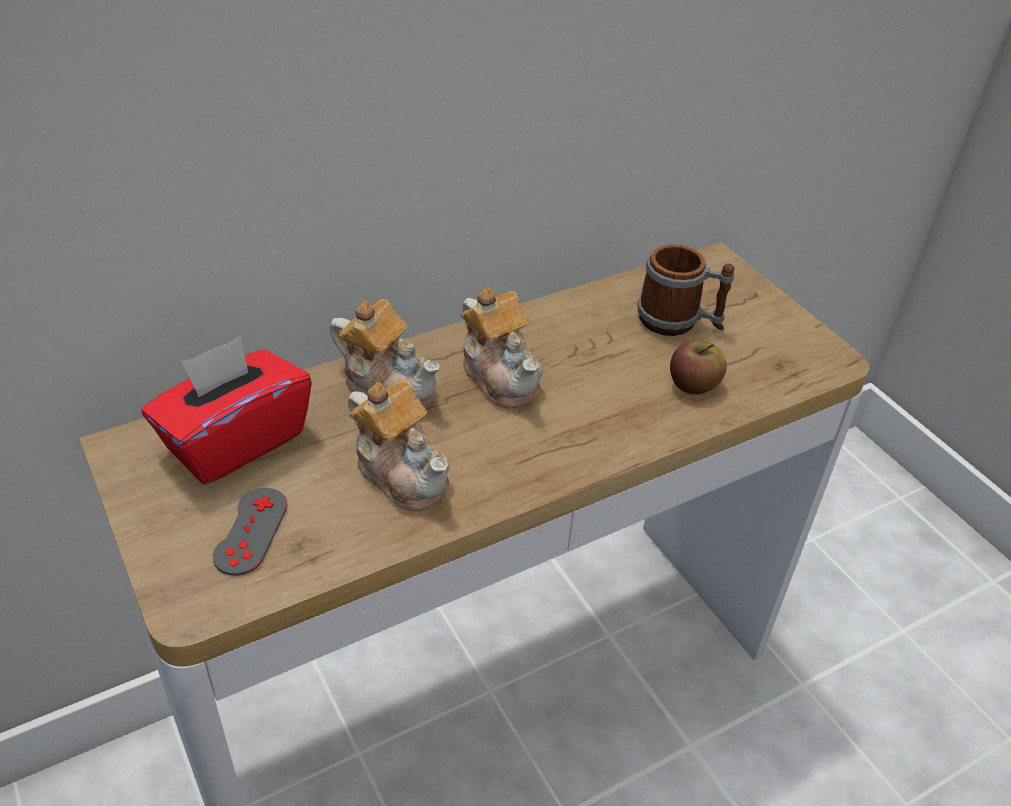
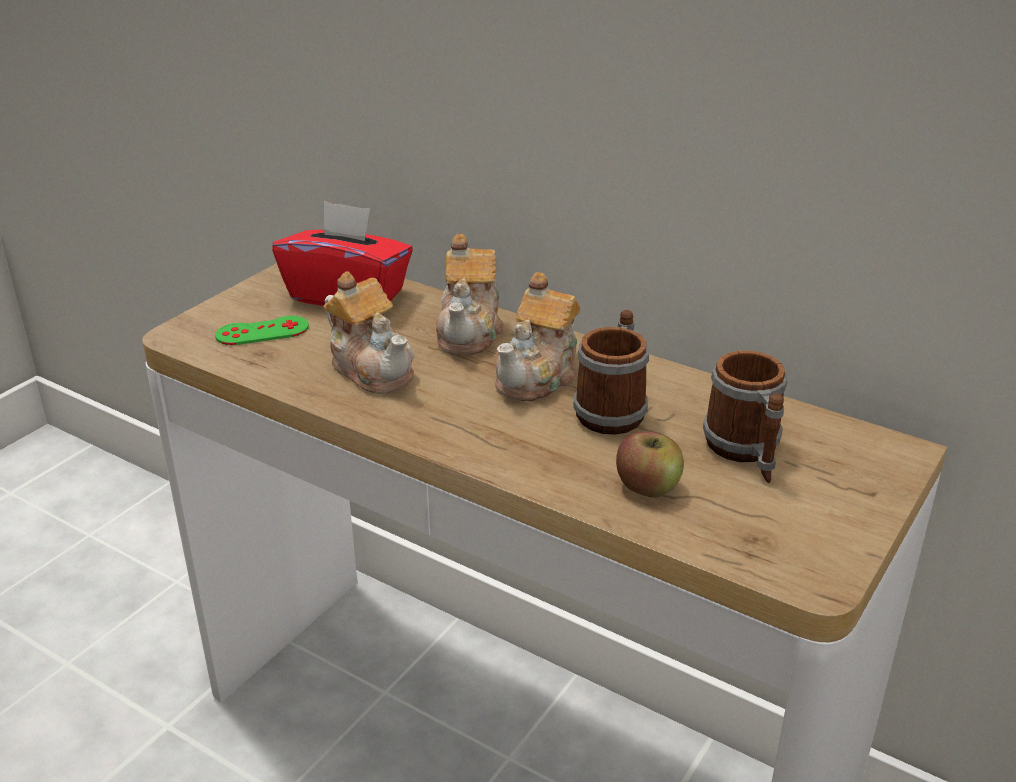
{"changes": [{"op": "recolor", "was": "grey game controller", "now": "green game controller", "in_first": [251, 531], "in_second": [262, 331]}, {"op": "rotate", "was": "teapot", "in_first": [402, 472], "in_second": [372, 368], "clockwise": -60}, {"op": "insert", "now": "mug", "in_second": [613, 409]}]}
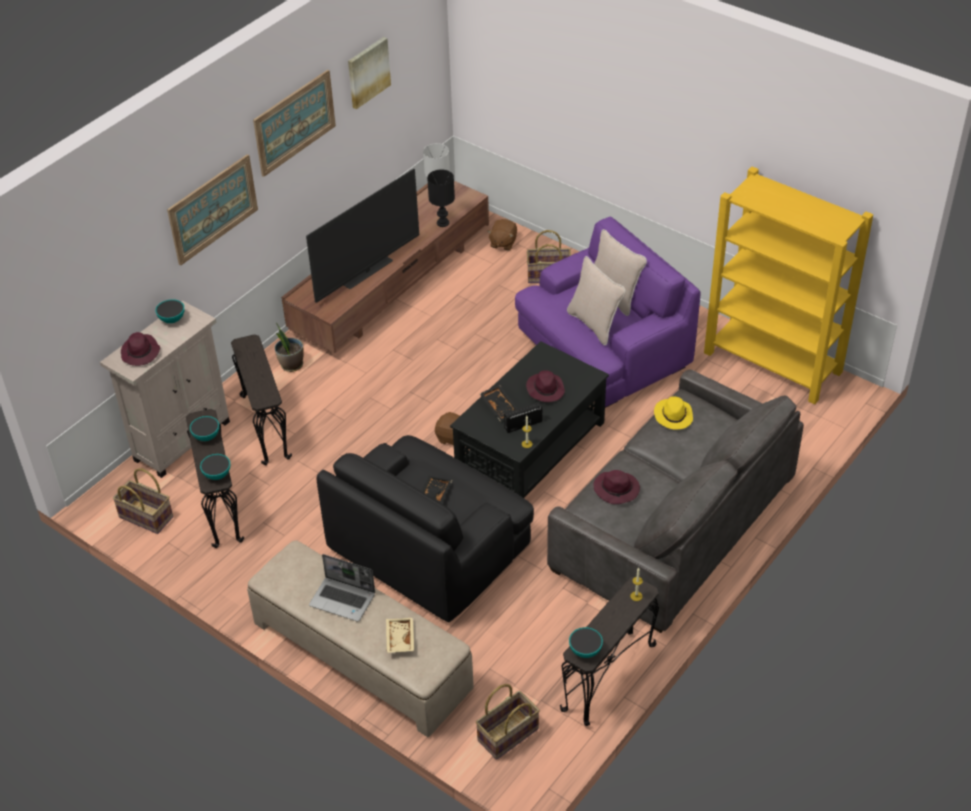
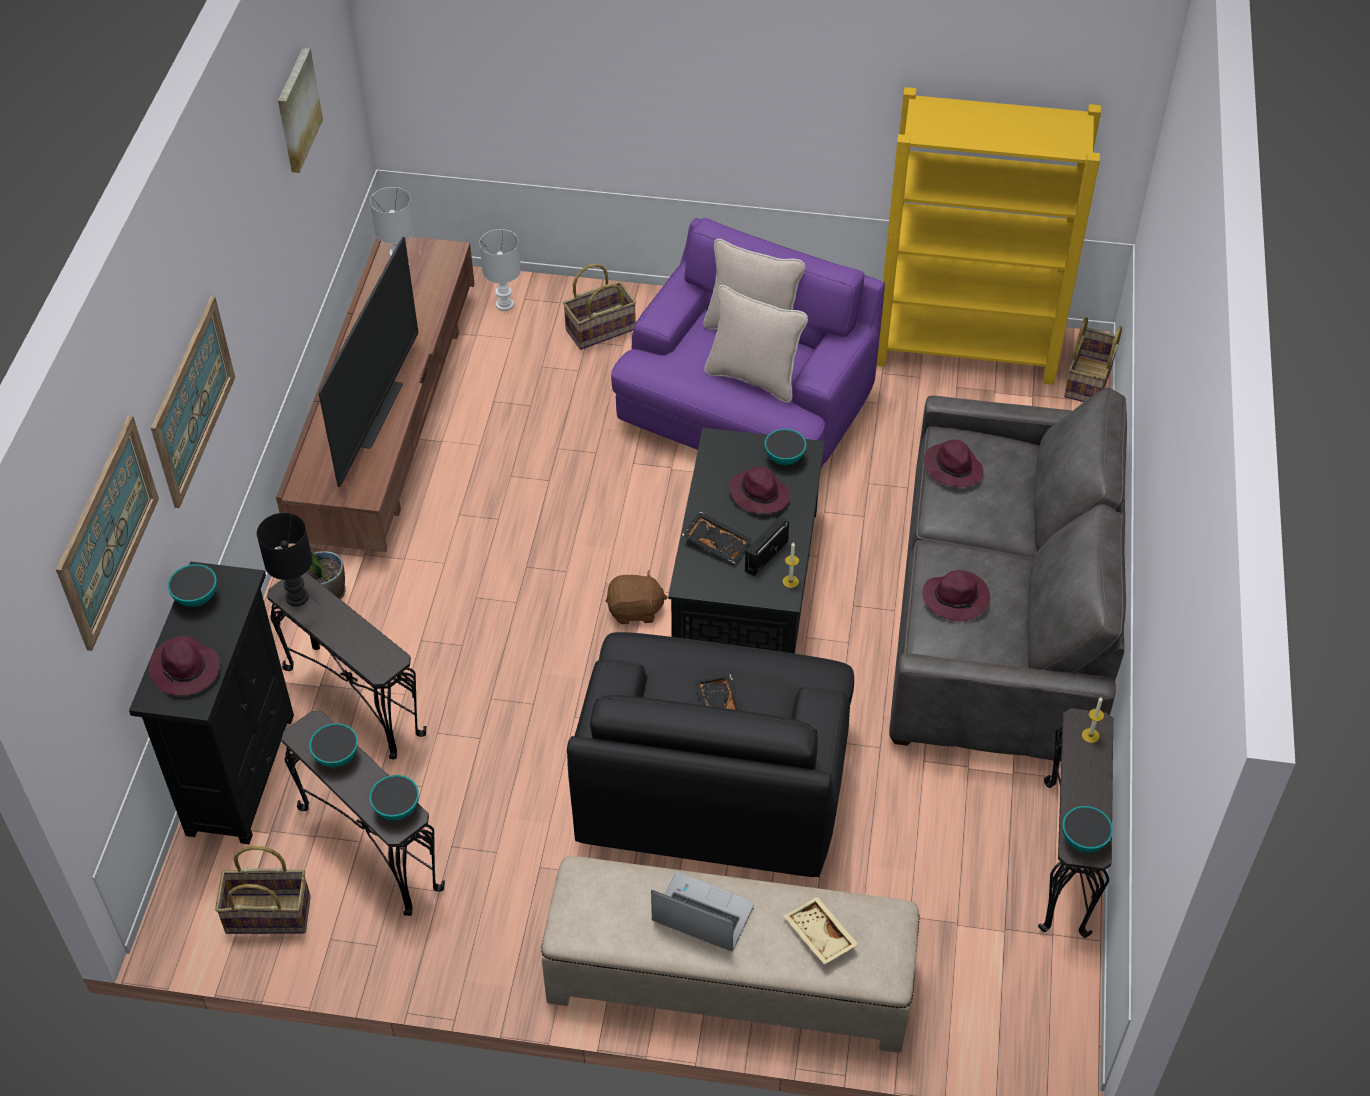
{"changes": [{"op": "move", "was": "picture", "in_first": [294, 122], "in_second": [107, 531]}, {"op": "recolor", "was": "beige cabinet", "now": "black cabinet", "in_first": [182, 439], "in_second": [240, 772]}, {"op": "move", "was": "black table lamp", "in_first": [442, 223], "in_second": [296, 597]}, {"op": "replace", "was": "brown plush toy", "now": "white table lamp", "in_first": [503, 243], "in_second": [505, 304]}, {"op": "rotate", "was": "laptop", "in_first": [343, 600], "in_second": [701, 914], "clockwise": -150}, {"op": "insert", "now": "bowl", "in_second": [784, 458]}, {"op": "recolor", "was": "yellow hat", "now": "purple hat", "in_first": [673, 416], "in_second": [952, 467]}, {"op": "move", "was": "basket", "in_first": [508, 735], "in_second": [1089, 381]}]}
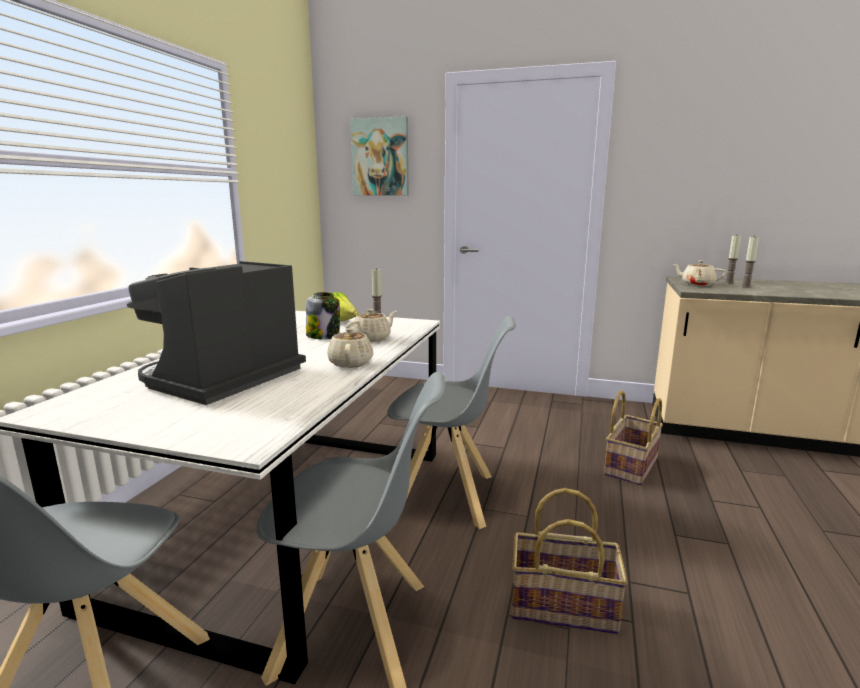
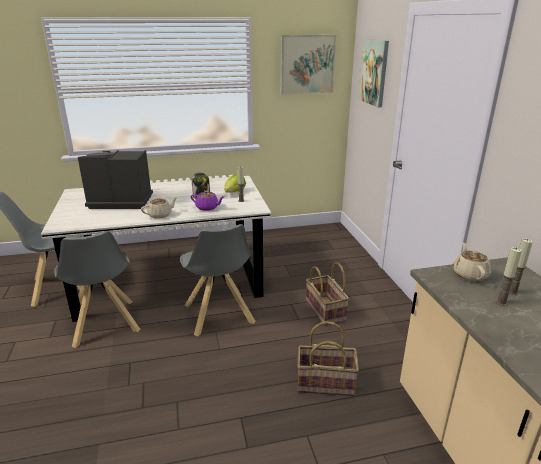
{"changes": [{"op": "recolor", "was": "beige teapot", "now": "purple teapot", "in_first": [372, 339], "in_second": [207, 208]}, {"op": "insert", "now": "picture", "in_second": [307, 64]}, {"op": "move", "was": "basket", "in_first": [563, 605], "in_second": [326, 311]}]}
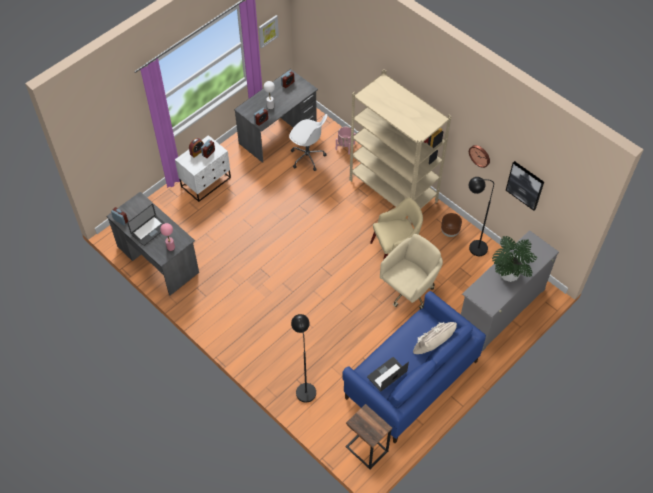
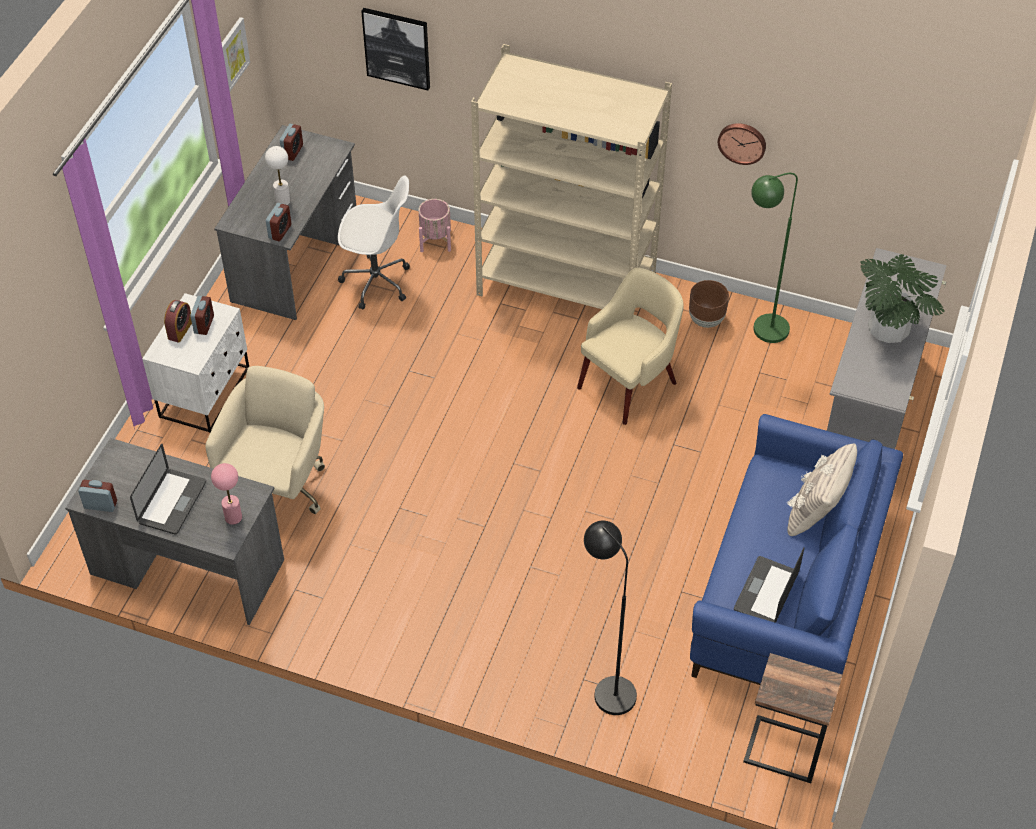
{"changes": [{"op": "move", "was": "beige office chair", "in_first": [408, 293], "in_second": [279, 493]}, {"op": "move", "was": "picture", "in_first": [525, 185], "in_second": [397, 47]}, {"op": "recolor", "was": "black floor lamp", "now": "green floor lamp", "in_first": [472, 248], "in_second": [761, 333]}]}
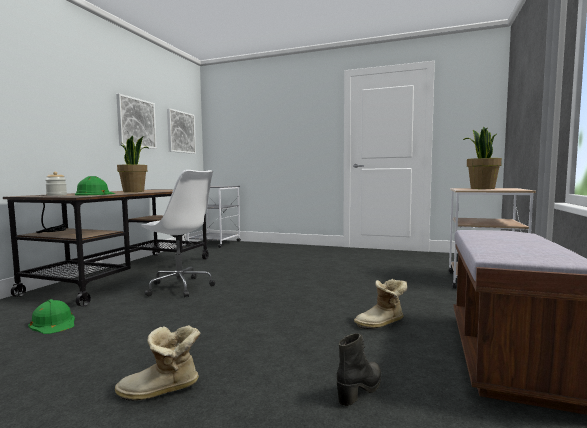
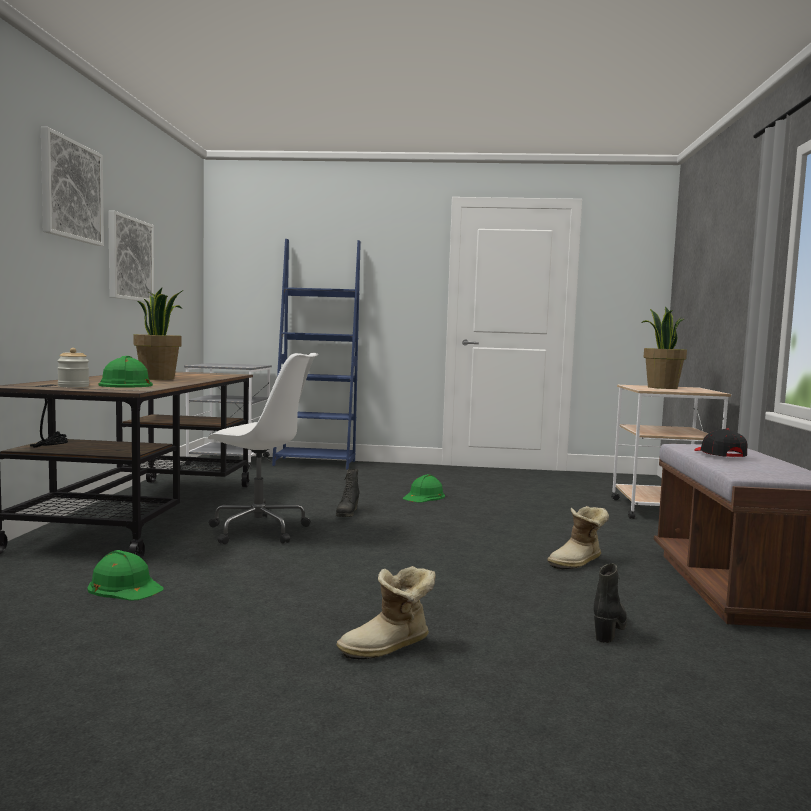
{"changes": [{"op": "move", "was": "picture", "in_first": [181, 132], "in_second": [71, 190]}, {"op": "insert", "now": "blue bookcase", "in_second": [314, 463]}, {"op": "insert", "now": "black boot", "in_second": [347, 513]}, {"op": "insert", "now": "green hard hat", "in_second": [424, 496]}, {"op": "insert", "now": "black cap", "in_second": [719, 454]}]}
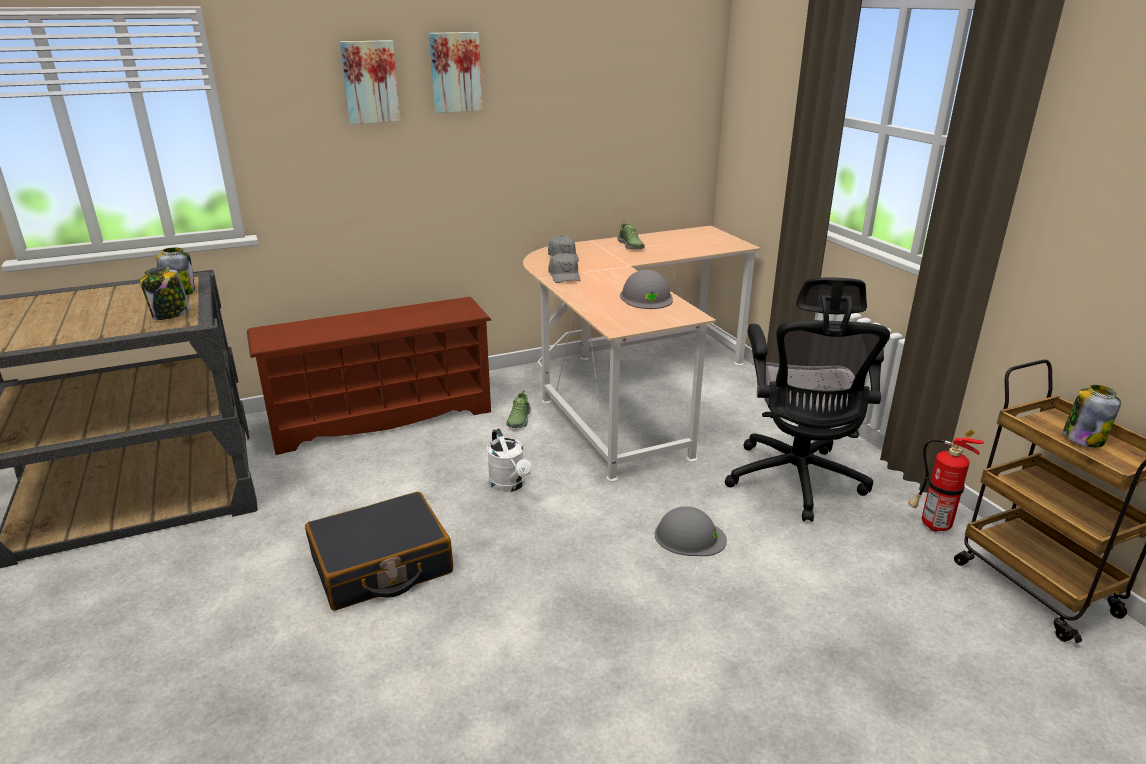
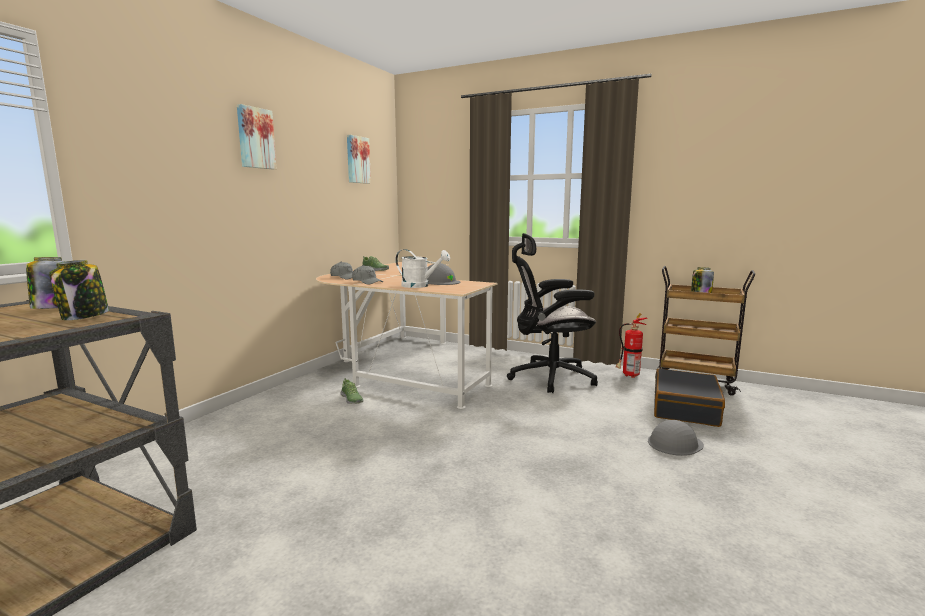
{"changes": [{"op": "move", "was": "picture", "in_first": [370, 82], "in_second": [357, 160]}, {"op": "move", "was": "white watering can", "in_first": [510, 485], "in_second": [420, 286]}, {"op": "rotate", "was": "office chair", "in_first": [796, 480], "in_second": [551, 378], "clockwise": 120}, {"op": "move", "was": "grey hard hat", "in_first": [689, 537], "in_second": [675, 443]}, {"op": "move", "was": "black suitcase", "in_first": [381, 566], "in_second": [686, 408]}, {"op": "delete", "was": "brown shoe rack", "in_first": [383, 417]}]}
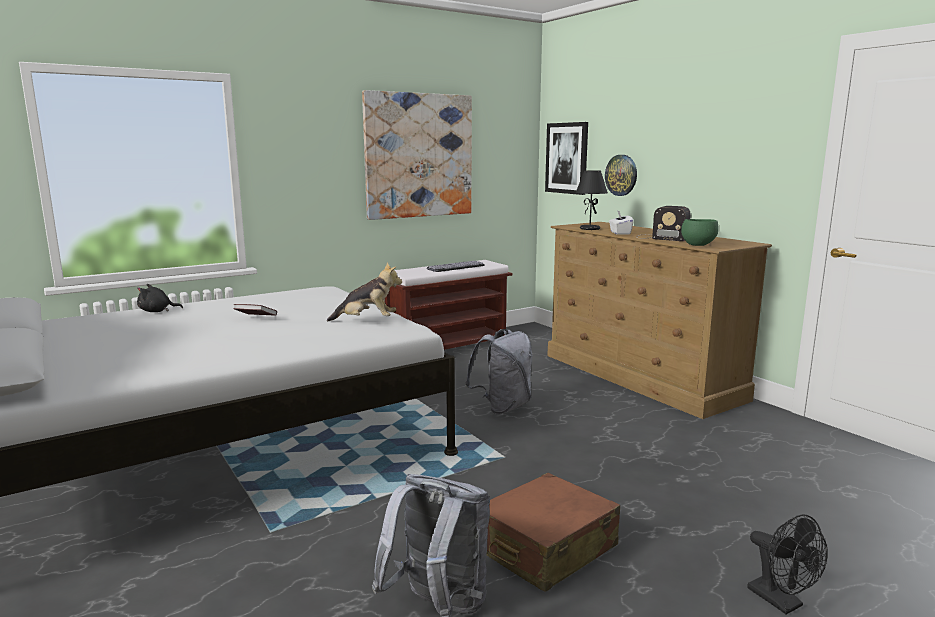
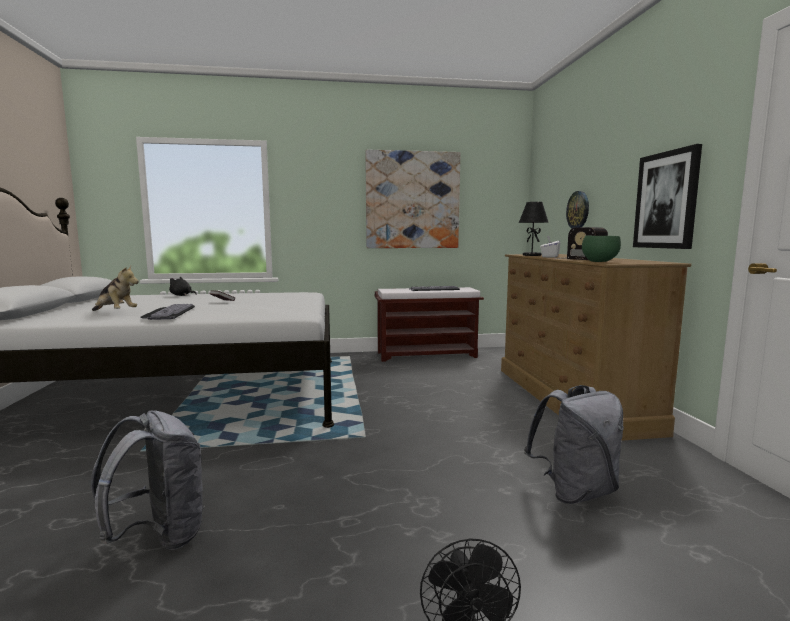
{"changes": [{"op": "move", "was": "plush toy", "in_first": [367, 321], "in_second": [115, 312]}, {"op": "insert", "now": "keyboard", "in_second": [167, 312]}, {"op": "move", "was": "grey backpack", "in_first": [502, 407], "in_second": [575, 491]}, {"op": "move", "was": "picture", "in_first": [567, 158], "in_second": [666, 200]}, {"op": "delete", "was": "brown suitcase", "in_first": [545, 548]}]}
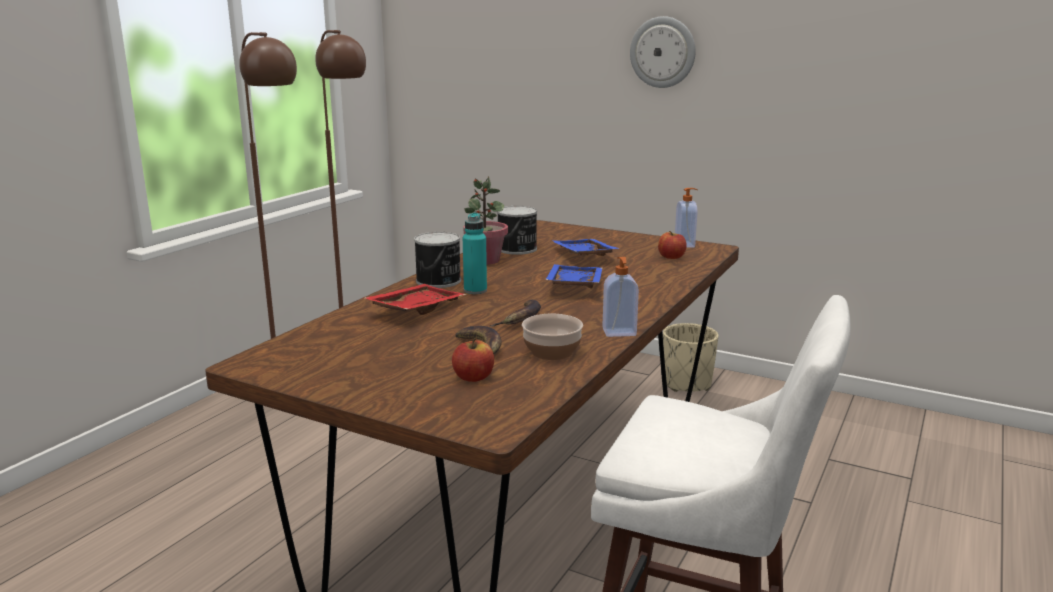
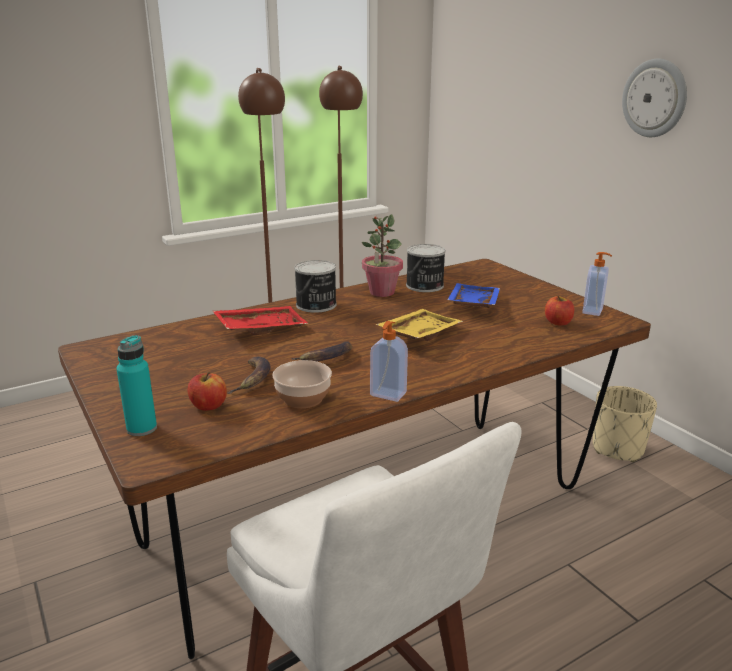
{"changes": [{"op": "move", "was": "turquoise bottle", "in_first": [475, 290], "in_second": [142, 428]}, {"op": "recolor", "was": "blue tray", "now": "yellow tray", "in_first": [573, 286], "in_second": [418, 334]}]}
